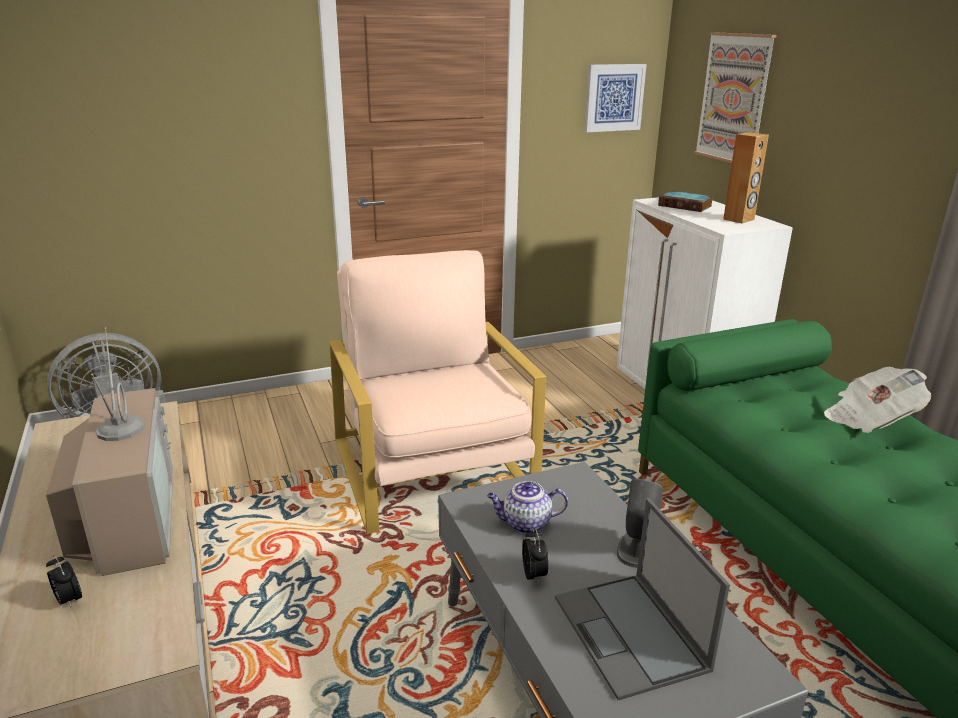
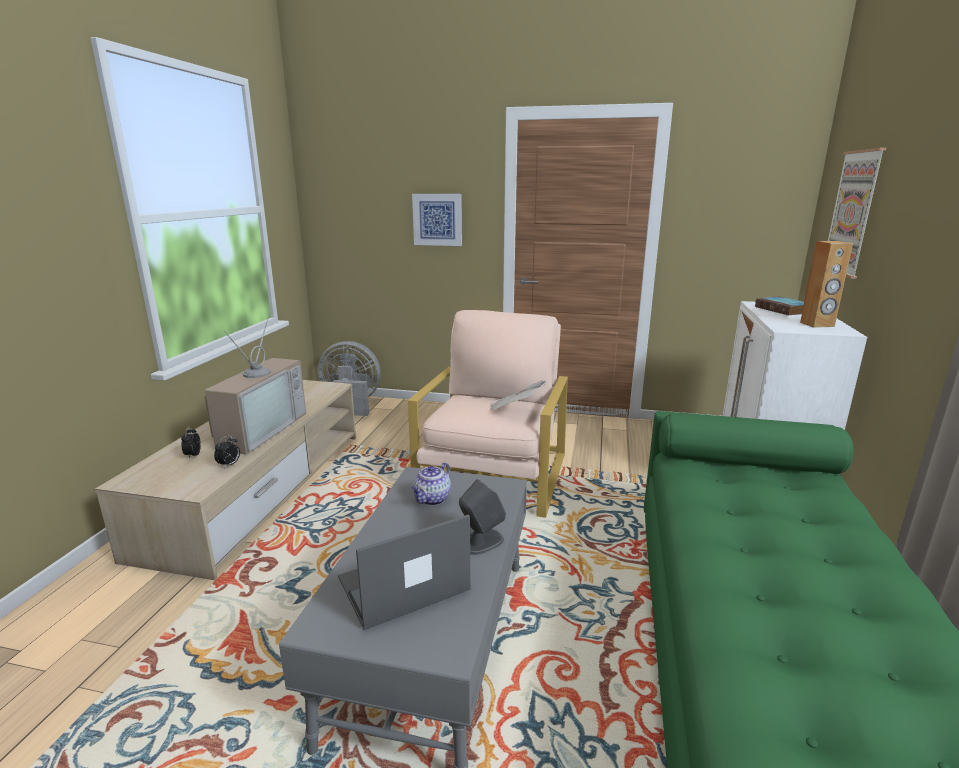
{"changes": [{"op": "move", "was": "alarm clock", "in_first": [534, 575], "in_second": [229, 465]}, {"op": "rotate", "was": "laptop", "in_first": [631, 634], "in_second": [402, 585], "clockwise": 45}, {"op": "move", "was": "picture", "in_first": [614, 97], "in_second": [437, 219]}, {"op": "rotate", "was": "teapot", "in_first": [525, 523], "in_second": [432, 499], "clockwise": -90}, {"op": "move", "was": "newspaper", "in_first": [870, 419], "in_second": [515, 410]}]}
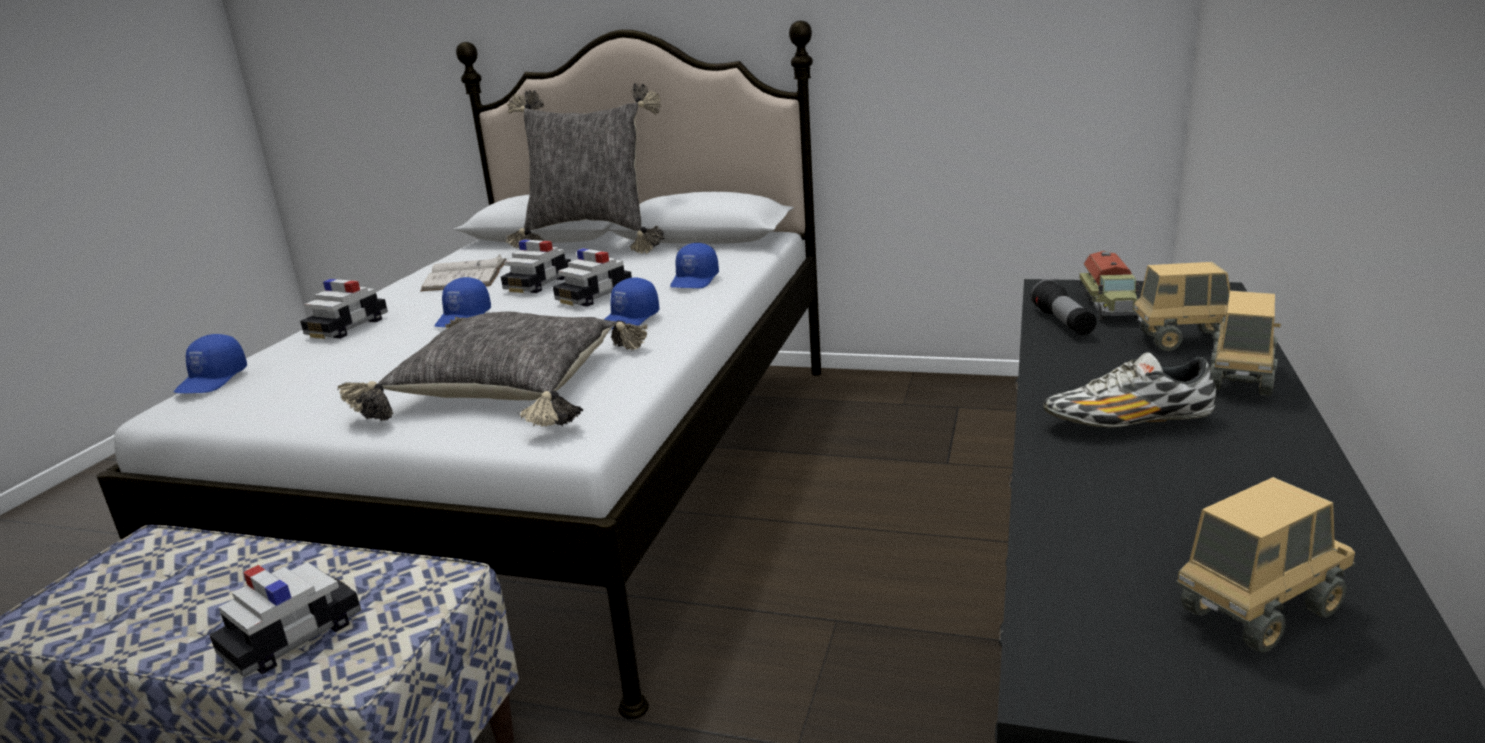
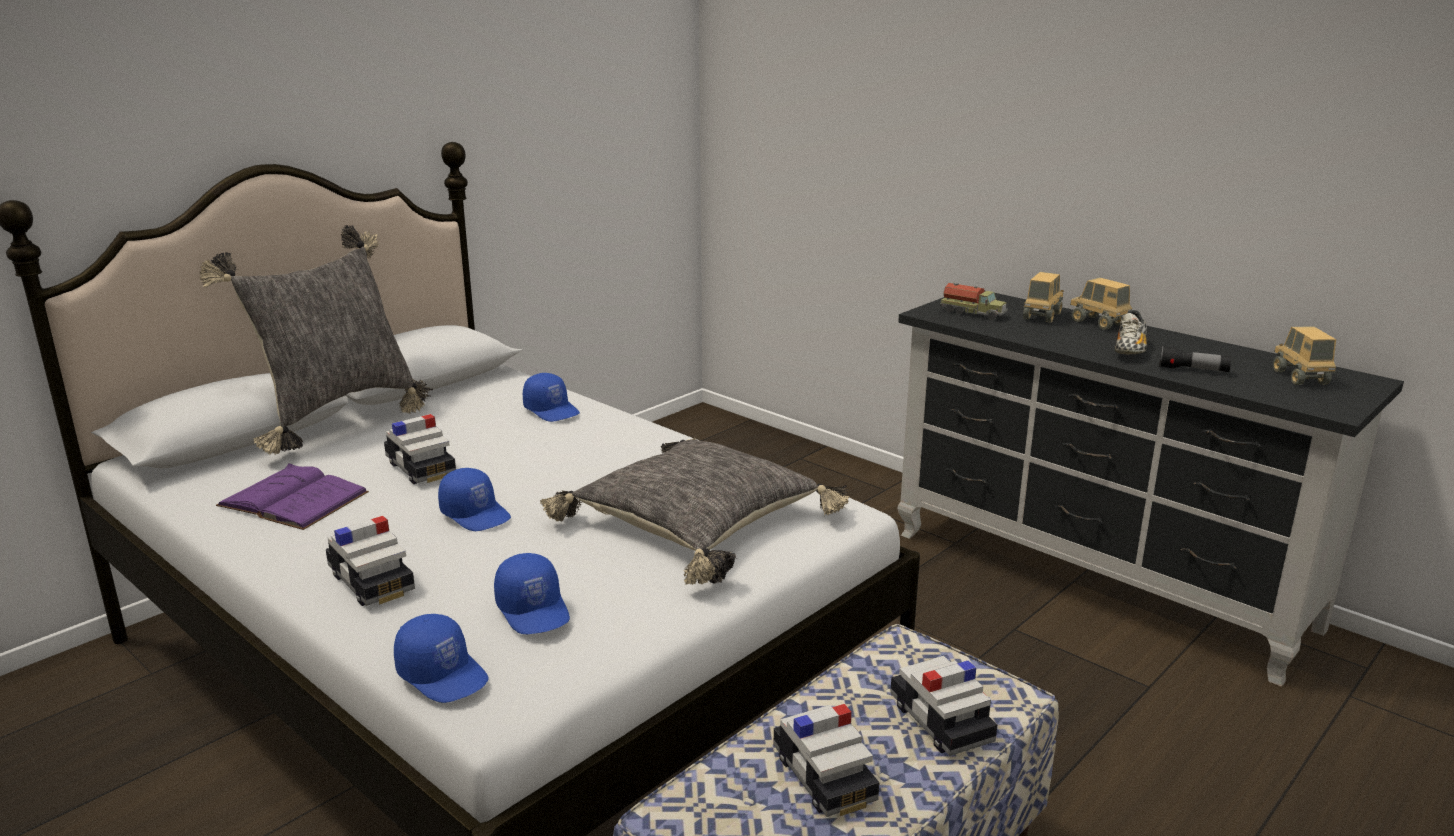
{"changes": [{"op": "recolor", "was": "white book", "now": "purple book", "in_first": [466, 275], "in_second": [293, 499]}, {"op": "move", "was": "blue cap", "in_first": [630, 319], "in_second": [534, 610]}, {"op": "move", "was": "toy car", "in_first": [594, 296], "in_second": [824, 777]}, {"op": "move", "was": "flashlight", "in_first": [1062, 322], "in_second": [1193, 370]}]}
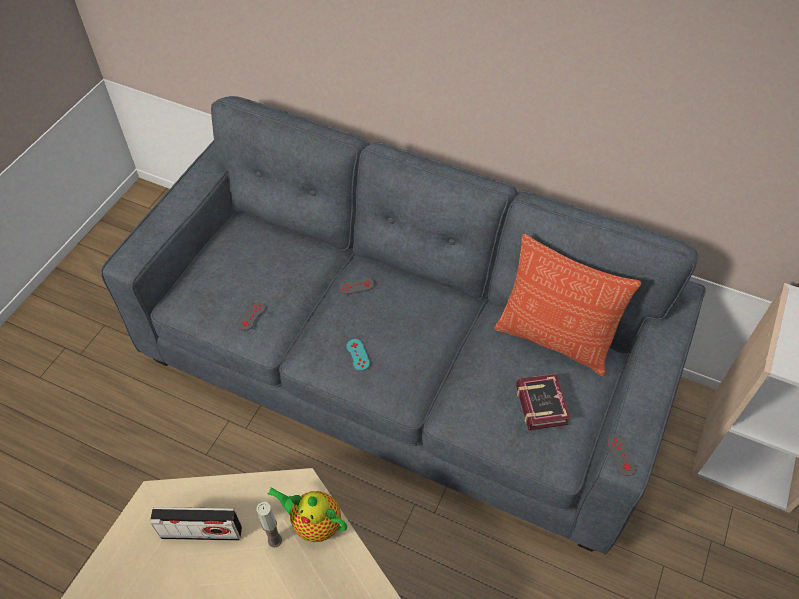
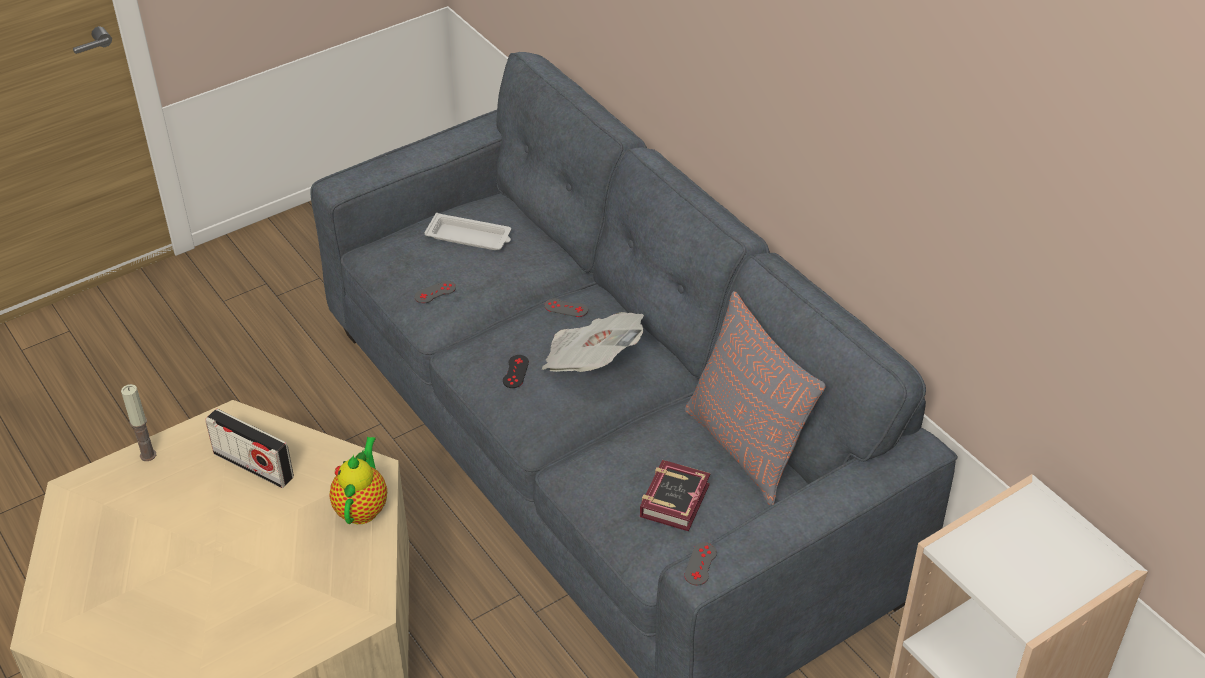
{"changes": [{"op": "move", "was": "candle", "in_first": [274, 540], "in_second": [148, 455]}, {"op": "rotate", "was": "teapot", "in_first": [314, 523], "in_second": [362, 507], "clockwise": 45}, {"op": "insert", "now": "white tray", "in_second": [470, 237]}, {"op": "recolor", "was": "turquoise game controller", "now": "black game controller", "in_first": [358, 355], "in_second": [515, 371]}, {"op": "insert", "now": "newspaper", "in_second": [591, 362]}, {"op": "recolor", "was": "orange pillow", "now": "grey pillow", "in_first": [554, 340], "in_second": [745, 449]}]}
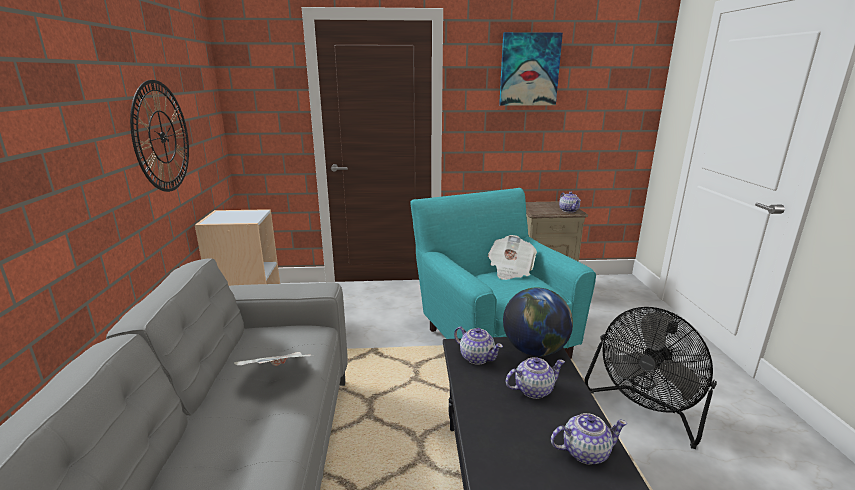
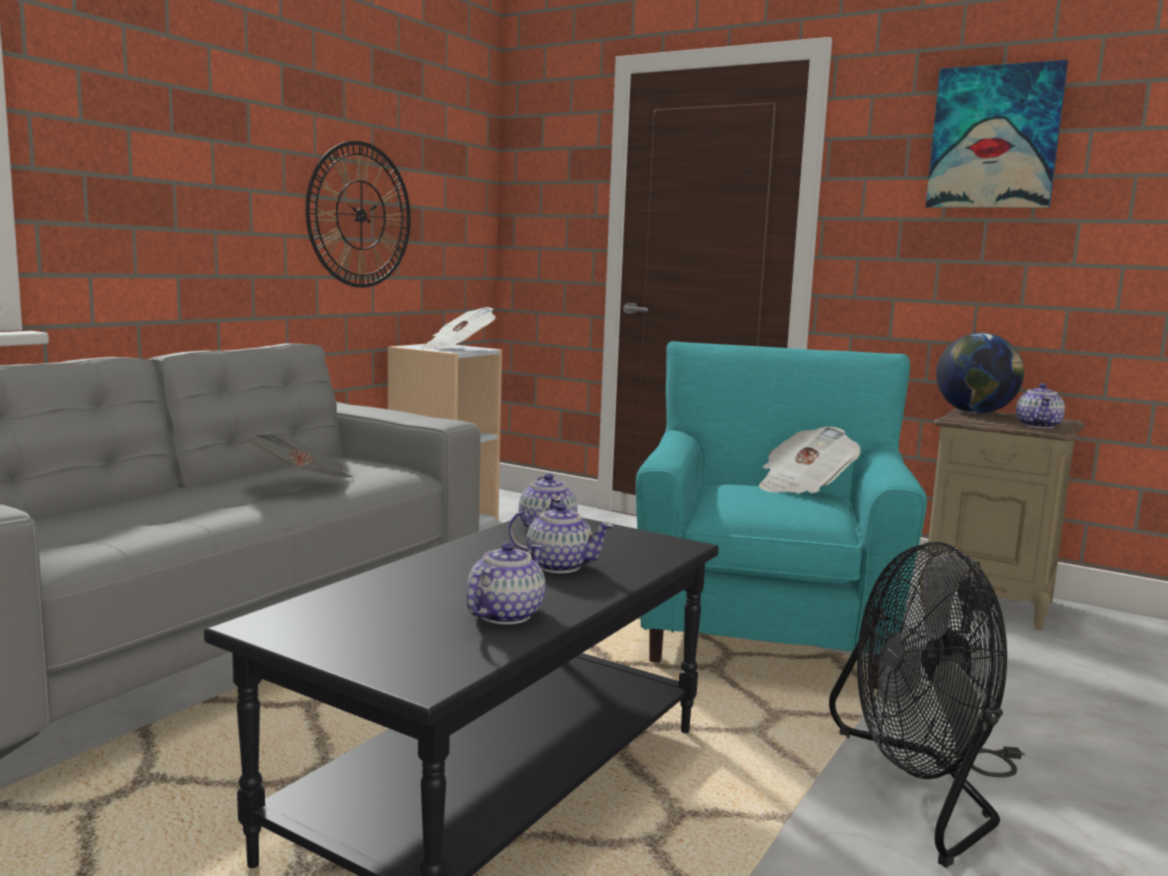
{"changes": [{"op": "insert", "now": "newspaper", "in_second": [458, 348]}, {"op": "rotate", "was": "teapot", "in_first": [584, 452], "in_second": [504, 615], "clockwise": -90}, {"op": "move", "was": "globe", "in_first": [535, 350], "in_second": [975, 413]}]}
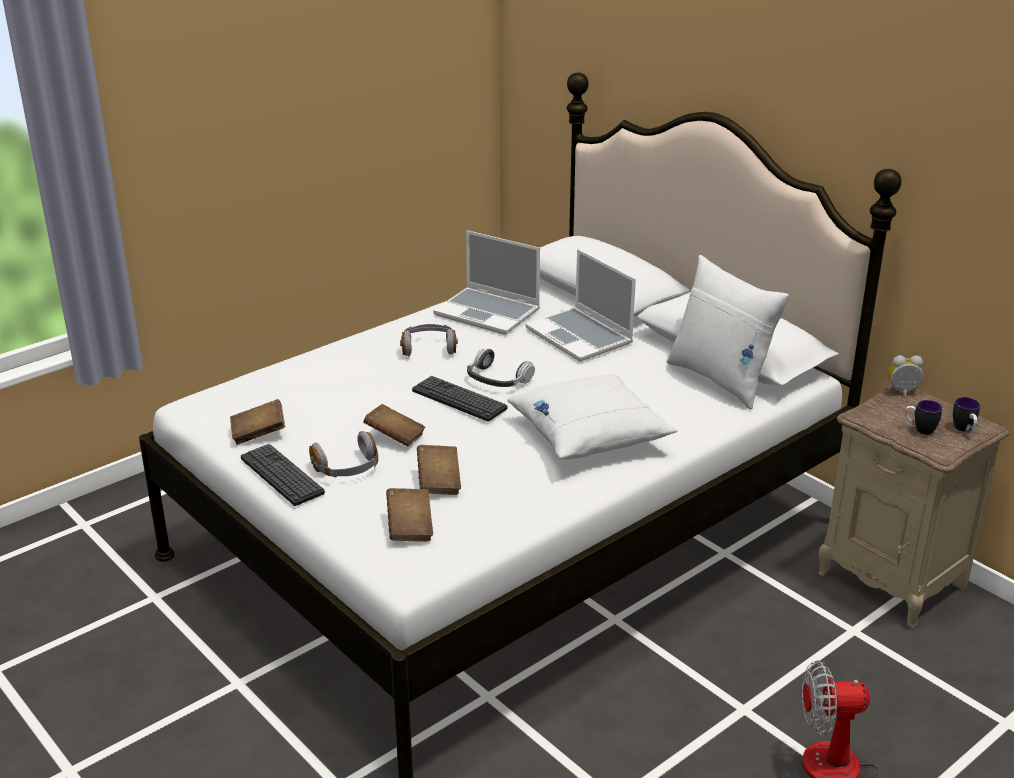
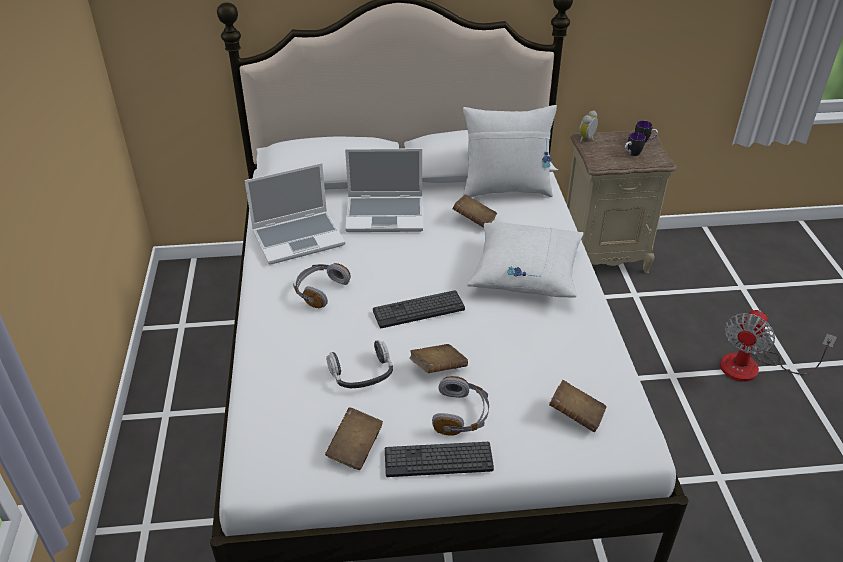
{"changes": [{"op": "move", "was": "headphones", "in_first": [498, 379], "in_second": [362, 373]}, {"op": "move", "was": "brown book", "in_first": [439, 482], "in_second": [474, 220]}]}
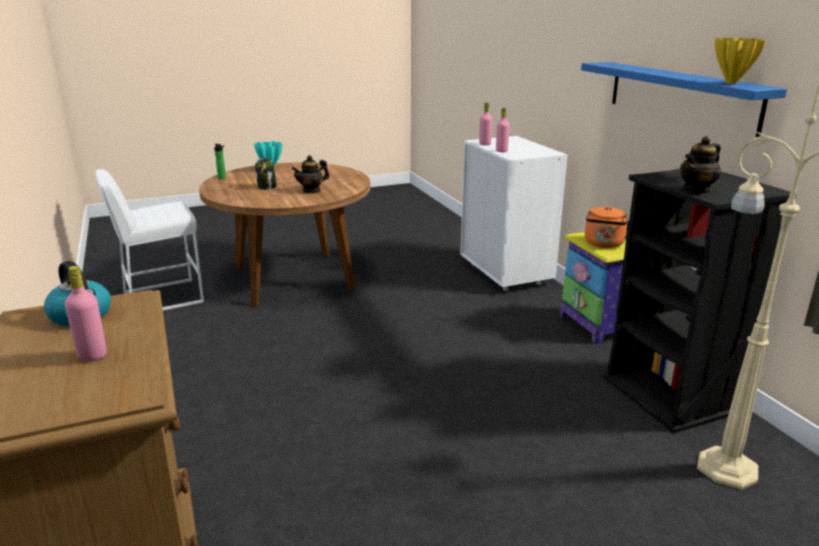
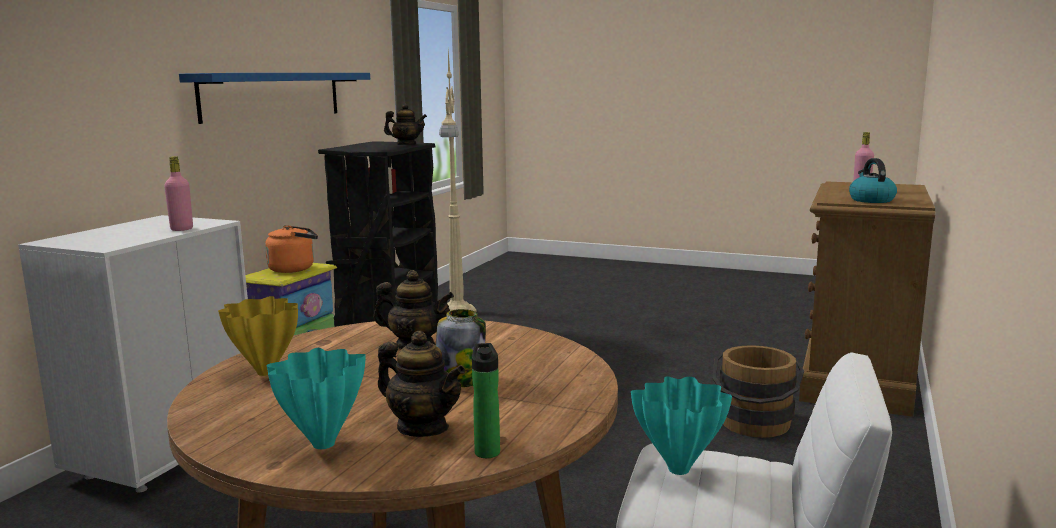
{"changes": [{"op": "move", "was": "yellow vase", "in_first": [731, 83], "in_second": [264, 372]}, {"op": "insert", "now": "teapot", "in_second": [422, 428]}, {"op": "insert", "now": "turquoise vase", "in_second": [680, 470]}, {"op": "insert", "now": "brown bucket", "in_second": [754, 426]}, {"op": "delete", "was": "pink bottle", "in_first": [485, 144]}]}
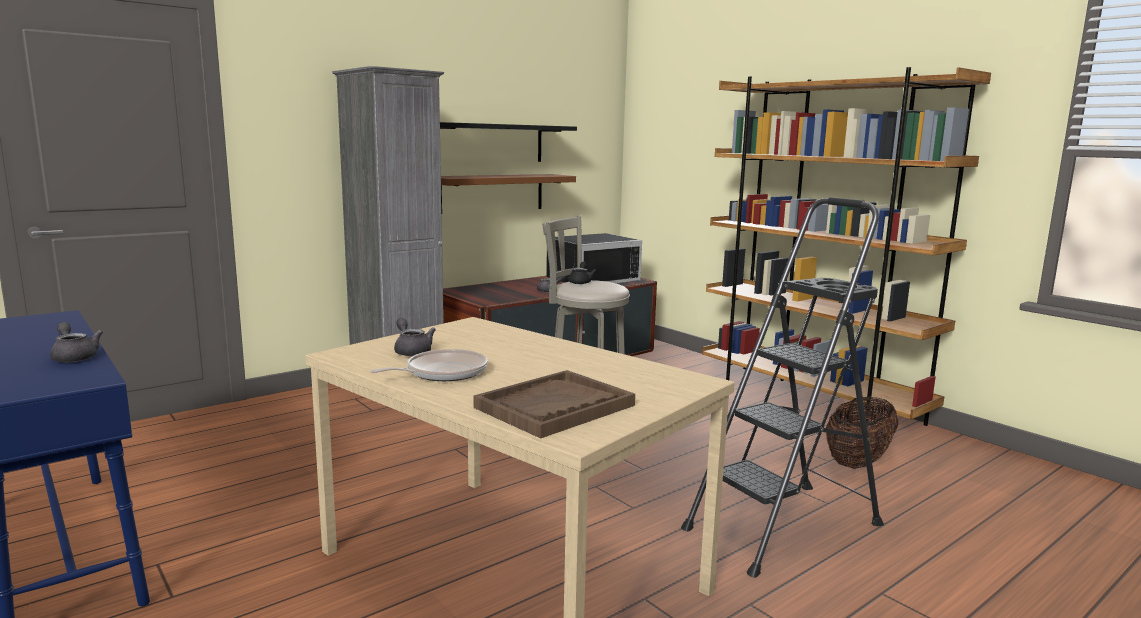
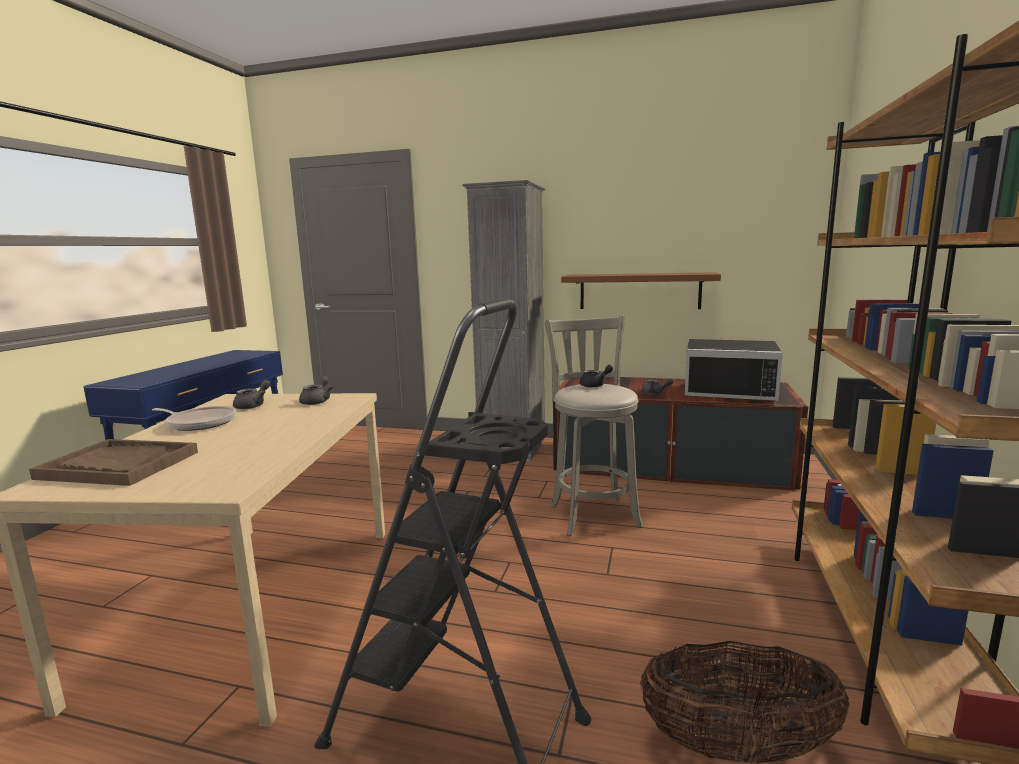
{"changes": [{"op": "move", "was": "grey teapot", "in_first": [74, 357], "in_second": [317, 401]}, {"op": "delete", "was": "black shelf", "in_first": [490, 143]}]}
